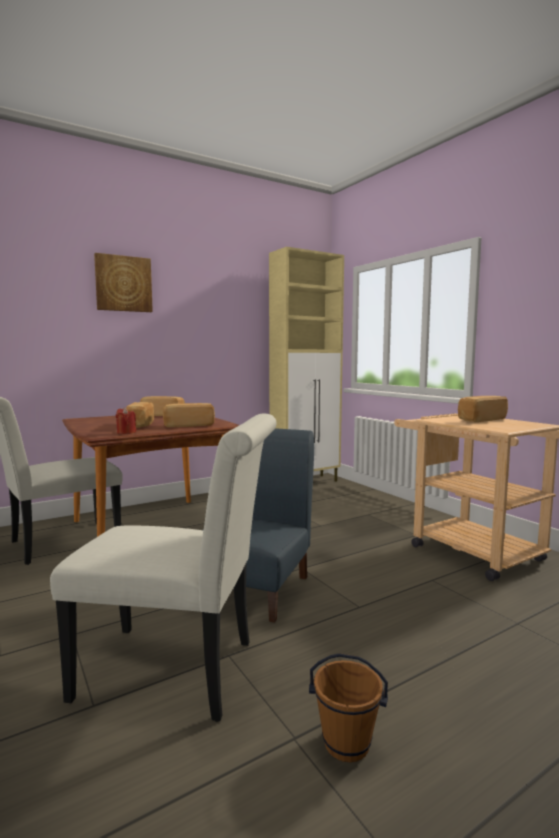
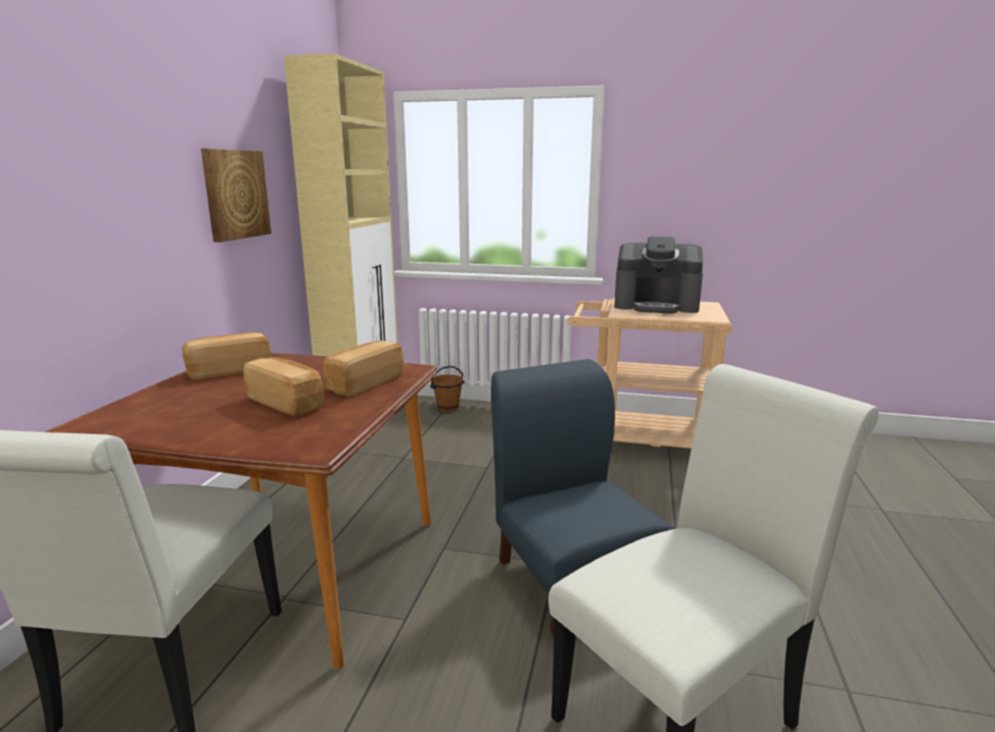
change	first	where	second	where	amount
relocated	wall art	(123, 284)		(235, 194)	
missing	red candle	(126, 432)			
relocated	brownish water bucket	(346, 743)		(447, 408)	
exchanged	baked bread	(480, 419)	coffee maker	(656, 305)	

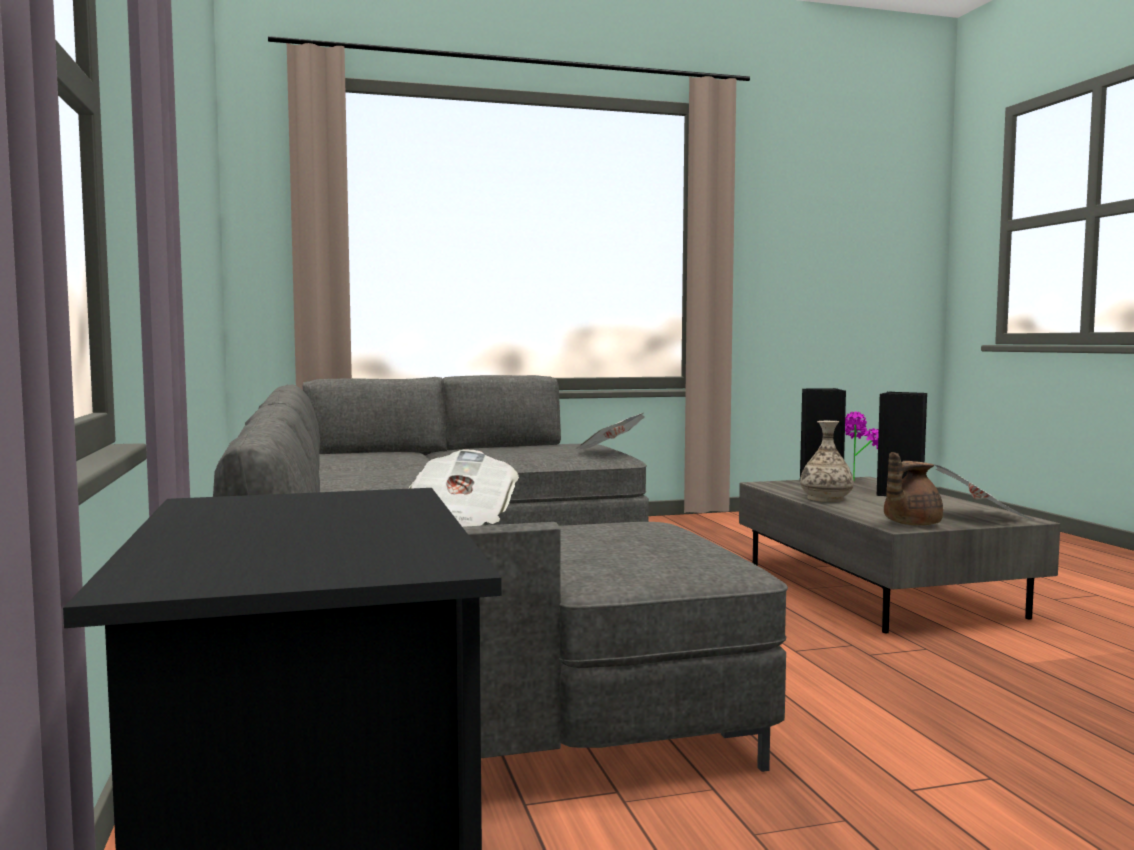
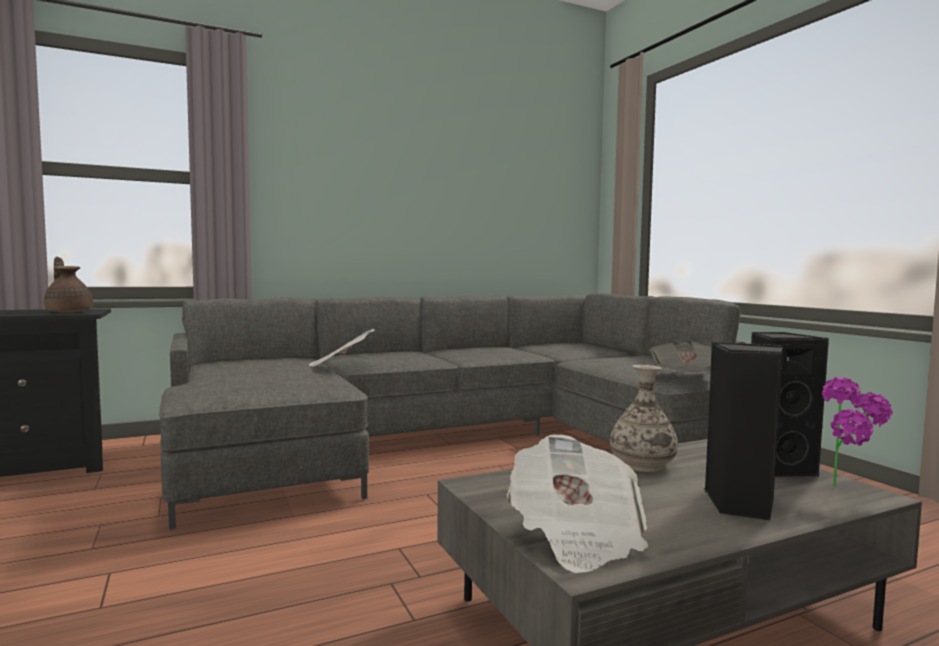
change	first	where	second	where	amount
relocated	brownish teapot	(909, 524)		(69, 312)	

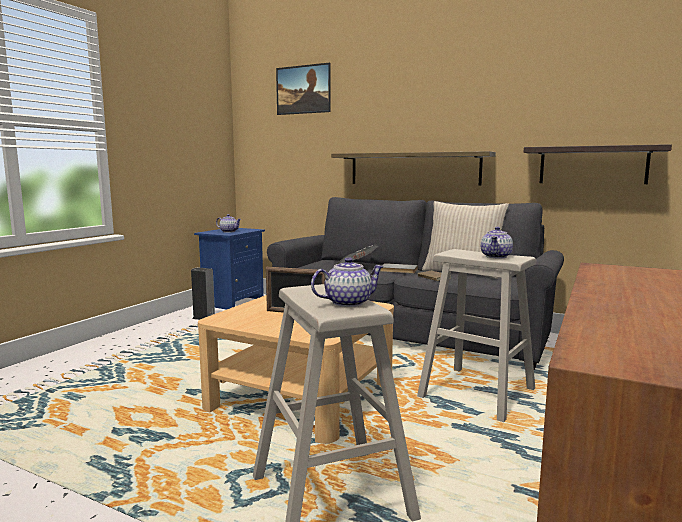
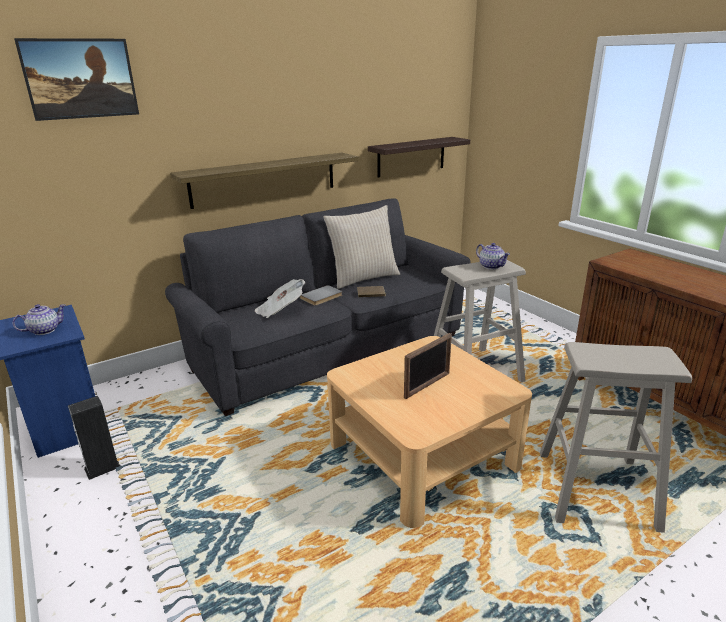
change	first	where	second	where	amount
missing	teapot	(347, 303)			

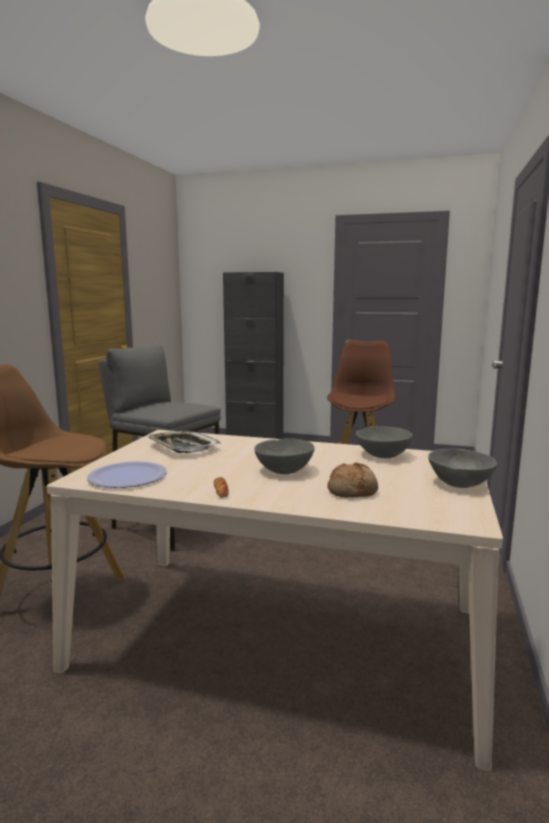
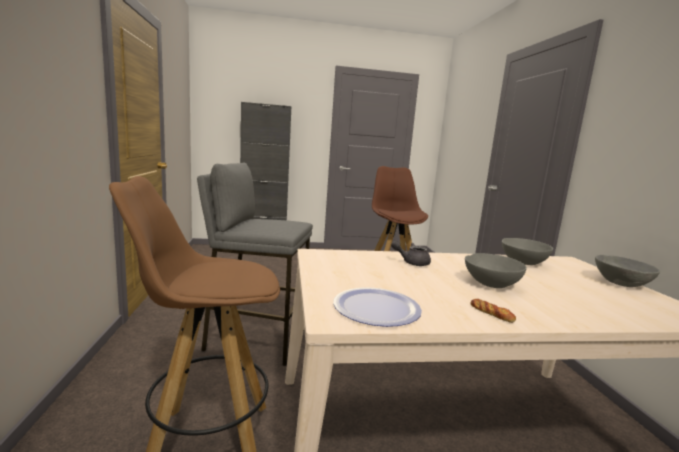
change	first	where	second	where	amount
missing	serving tray	(182, 447)			
missing	baked bread	(352, 491)			
appeared			gray teapot	(411, 262)	

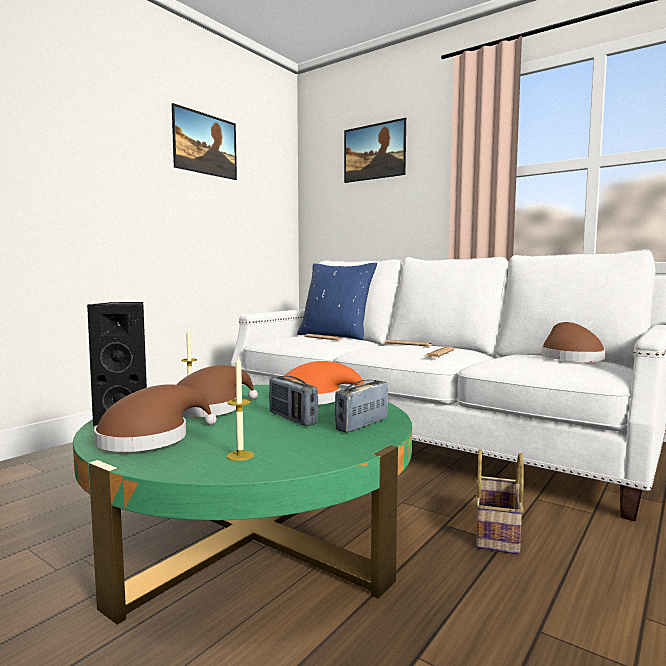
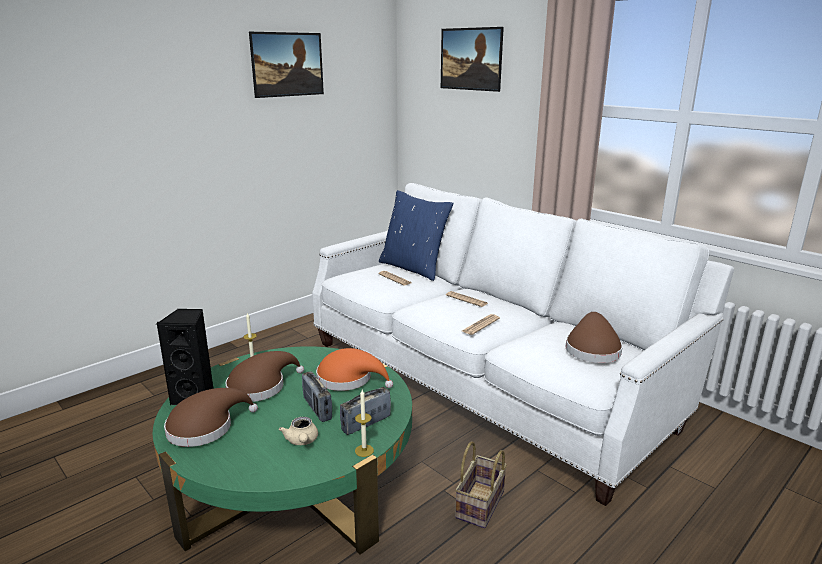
change	first	where	second	where	amount
relocated	candle	(240, 455)		(364, 450)	
appeared			beige teapot	(302, 441)	

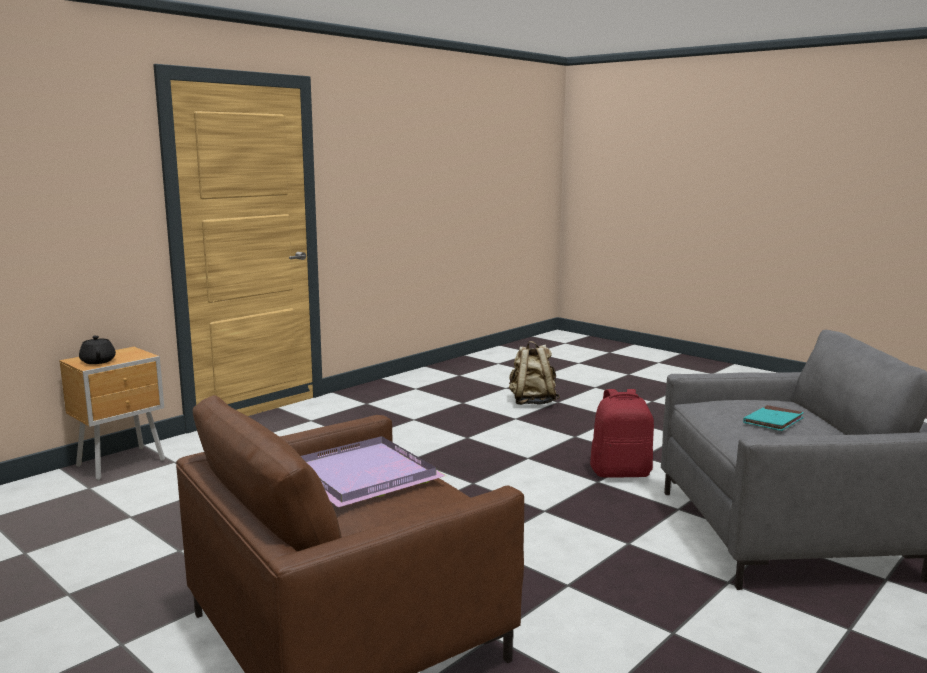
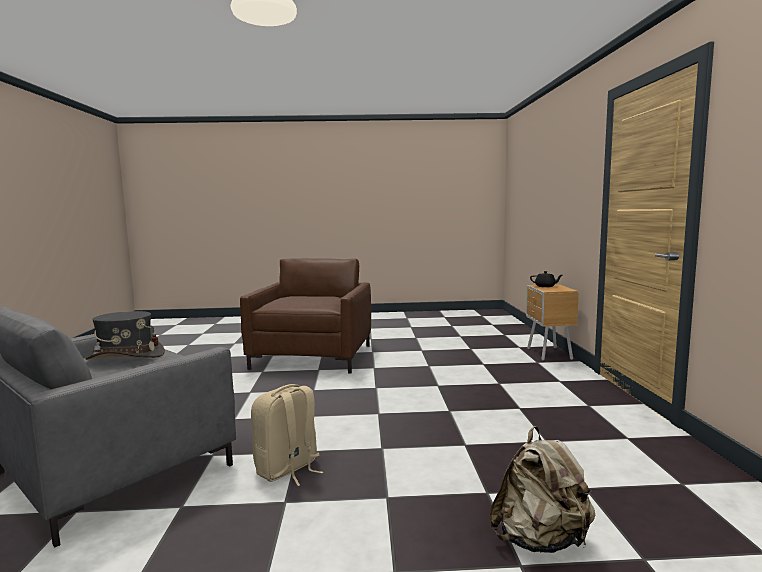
change	first	where	second	where	amount
missing	purplish serving tray	(366, 475)			
colour	red backpack	(621, 472)	beige backpack	(288, 469)	
exchanged	turquoise bound book	(773, 421)	gray clothing hat	(126, 356)	

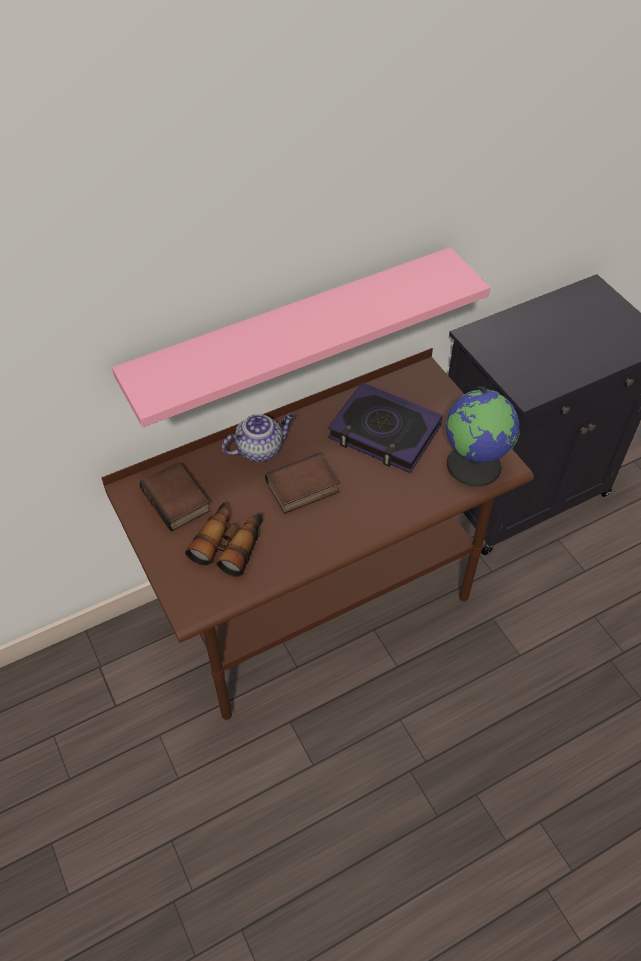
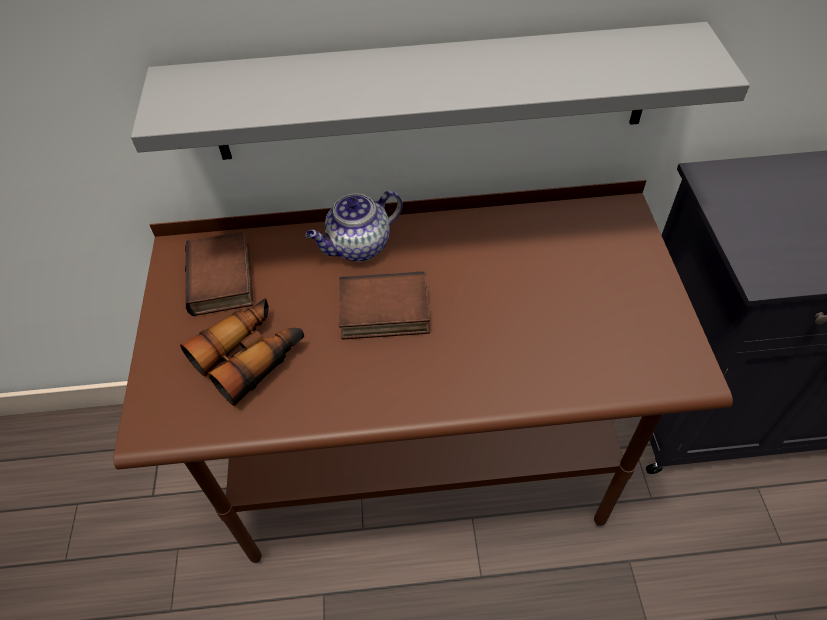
change	first	where	second	where	amount
colour	pink wall shelf	(292, 332)	gray wall shelf	(432, 94)	
spun	teapot	(260, 449)		(358, 247)	150 degrees clockwise
missing	bound book	(384, 433)			
missing	desk globe	(475, 464)			

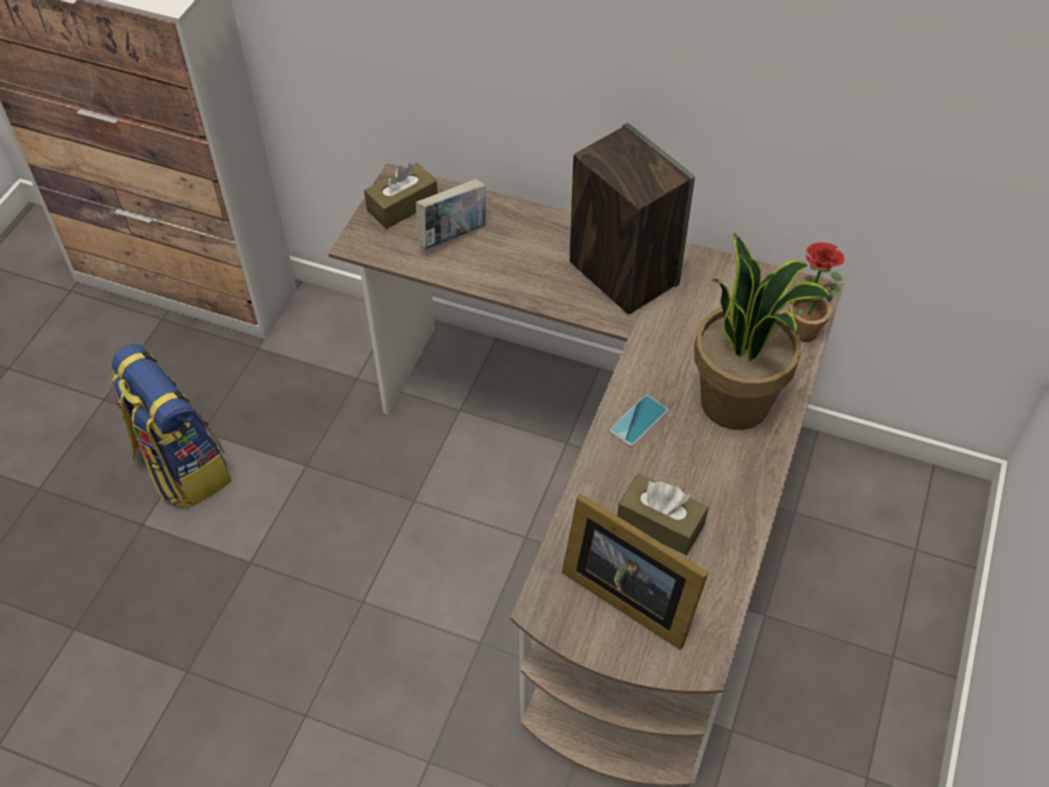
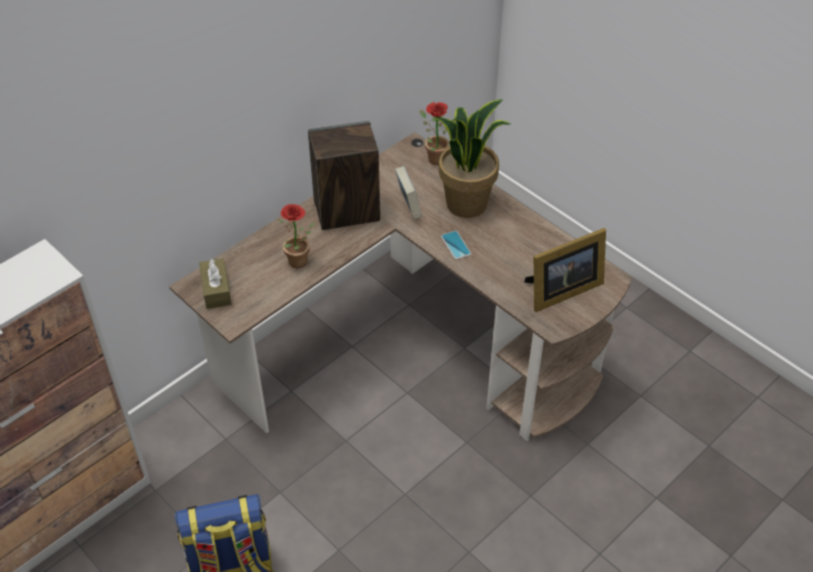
change	first	where	second	where	amount
relocated	bound book	(453, 235)		(408, 207)	
missing	brownish tissue box	(660, 523)			
appeared			plant in a pot	(299, 264)	

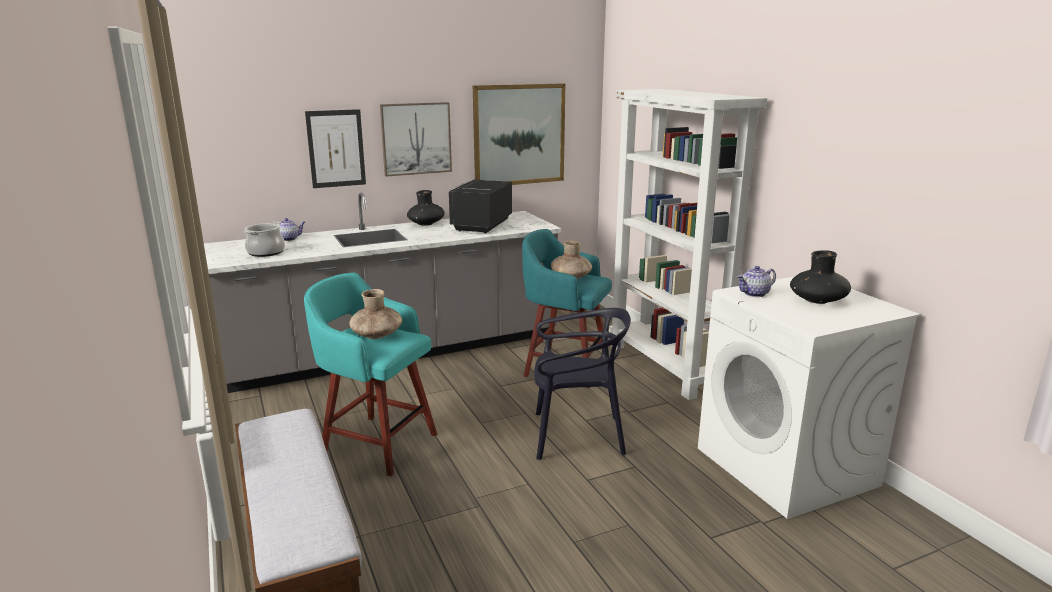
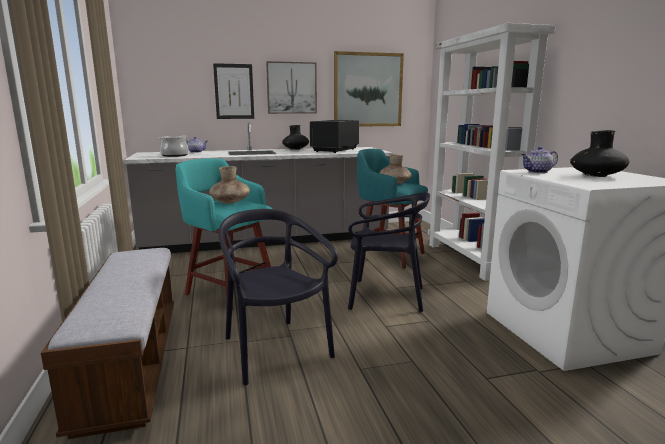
change	first	where	second	where	amount
appeared			black-coloured upright chair	(274, 350)	

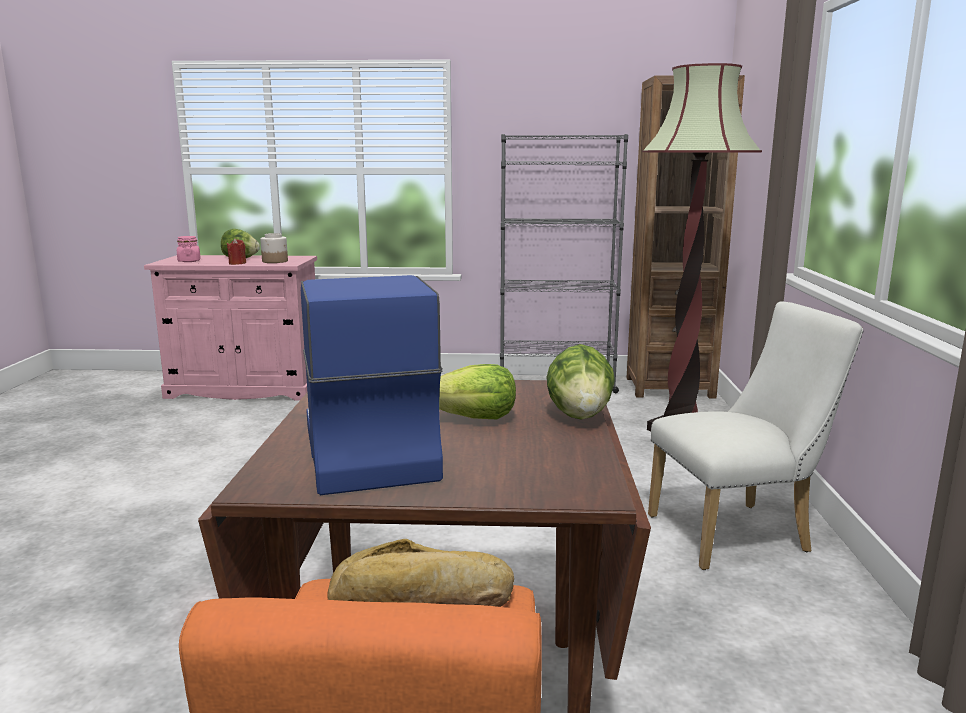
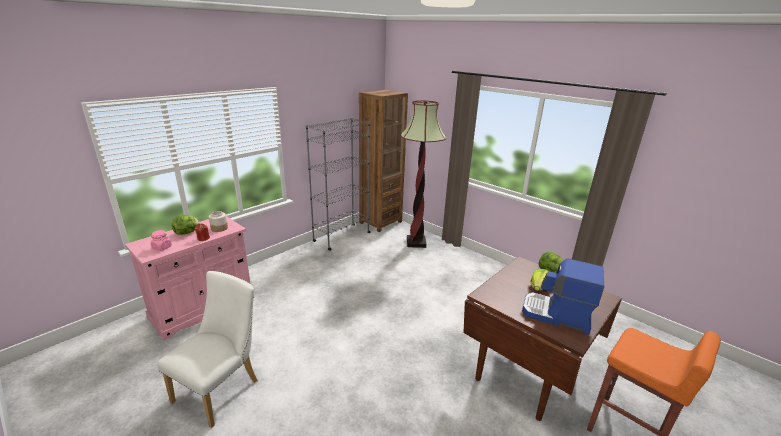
change	first	where	second	where	amount
missing	baked bread	(421, 602)			
relocated	whitish upright chair	(738, 533)		(221, 388)	

